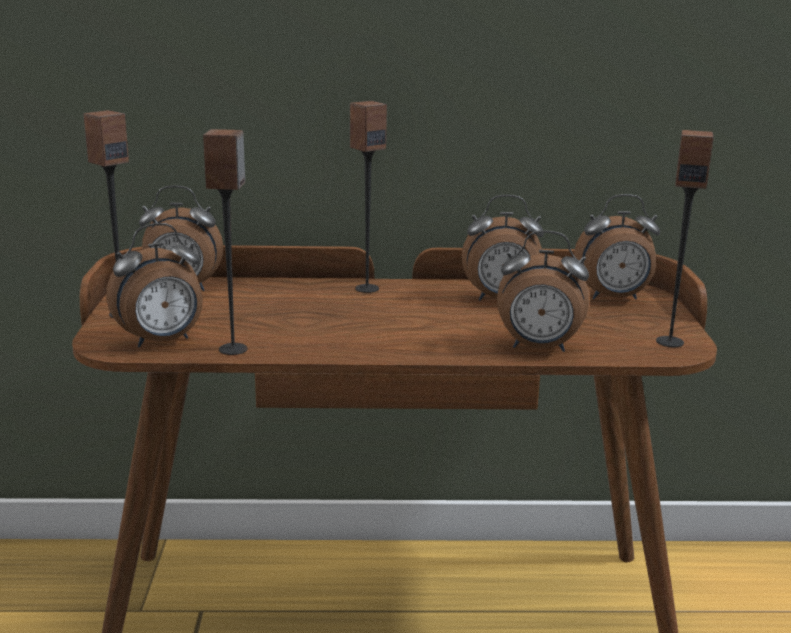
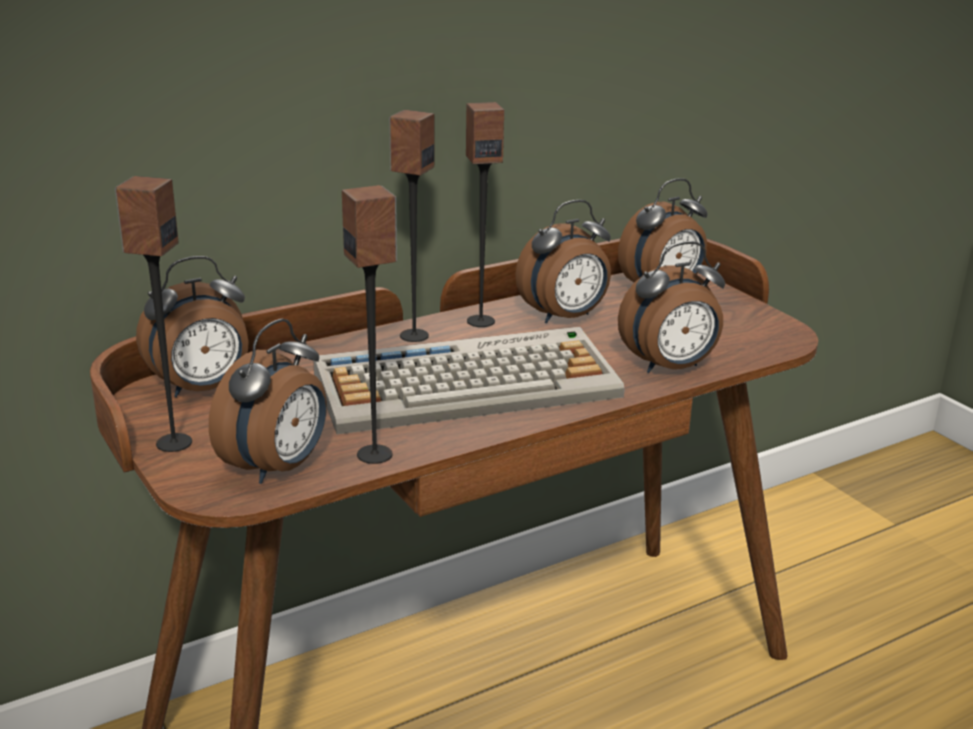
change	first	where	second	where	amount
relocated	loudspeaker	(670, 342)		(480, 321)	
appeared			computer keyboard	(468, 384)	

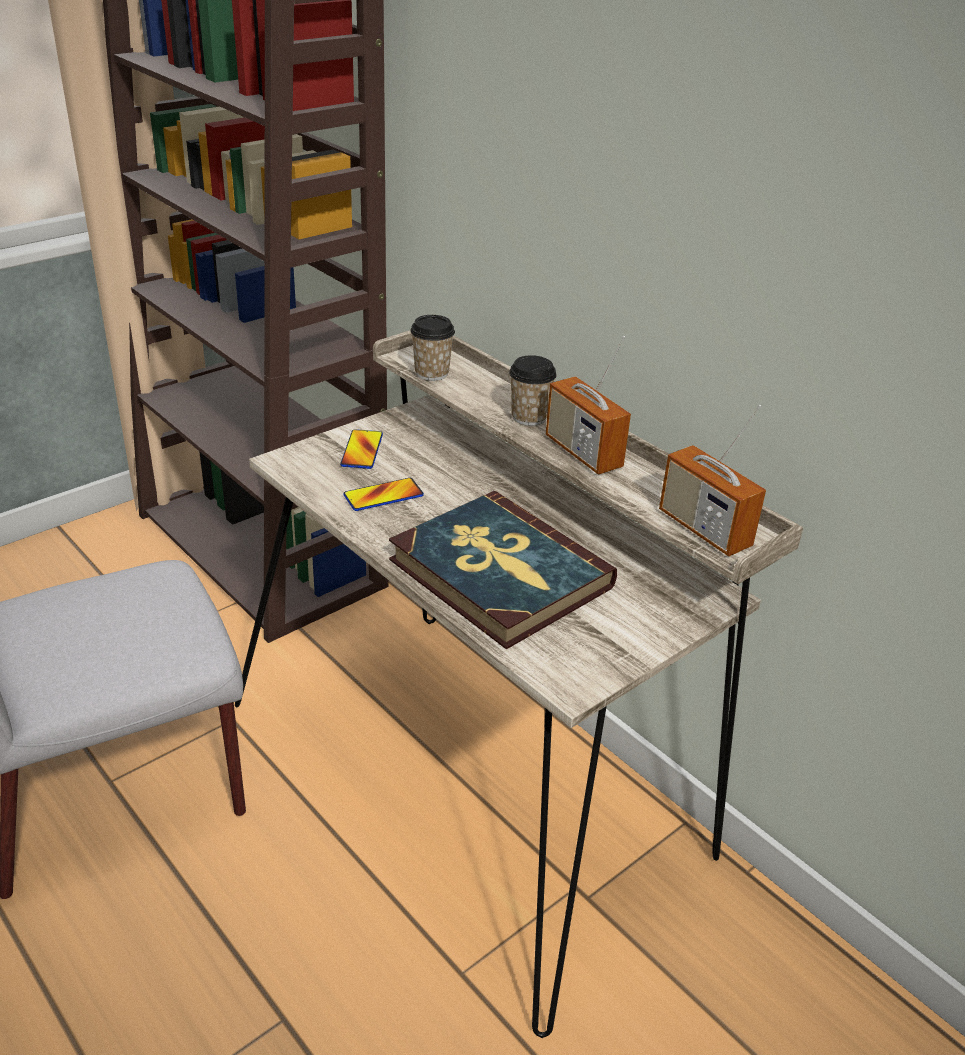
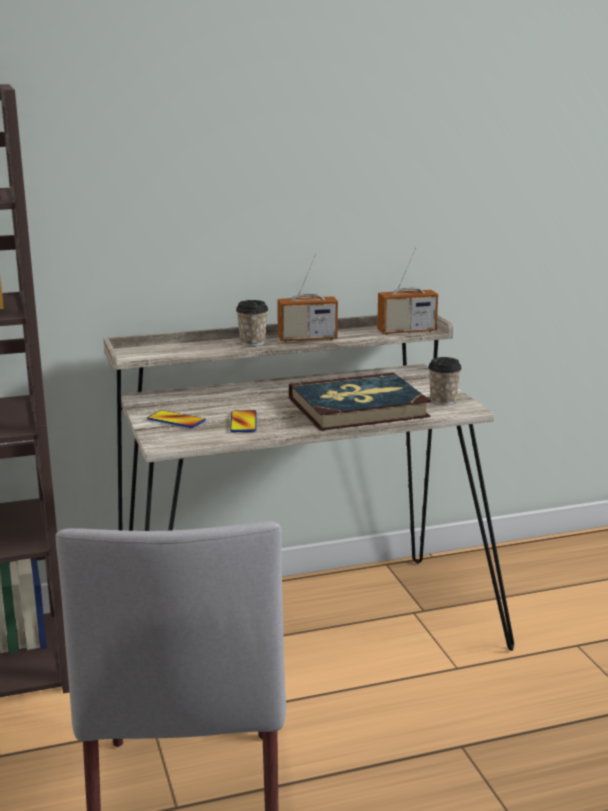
change	first	where	second	where	amount
relocated	small cup	(431, 373)		(443, 401)	

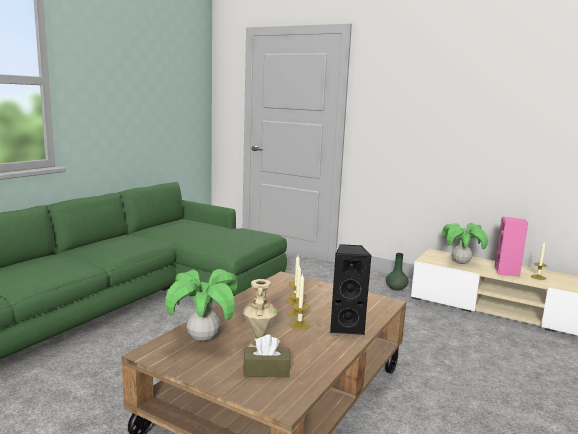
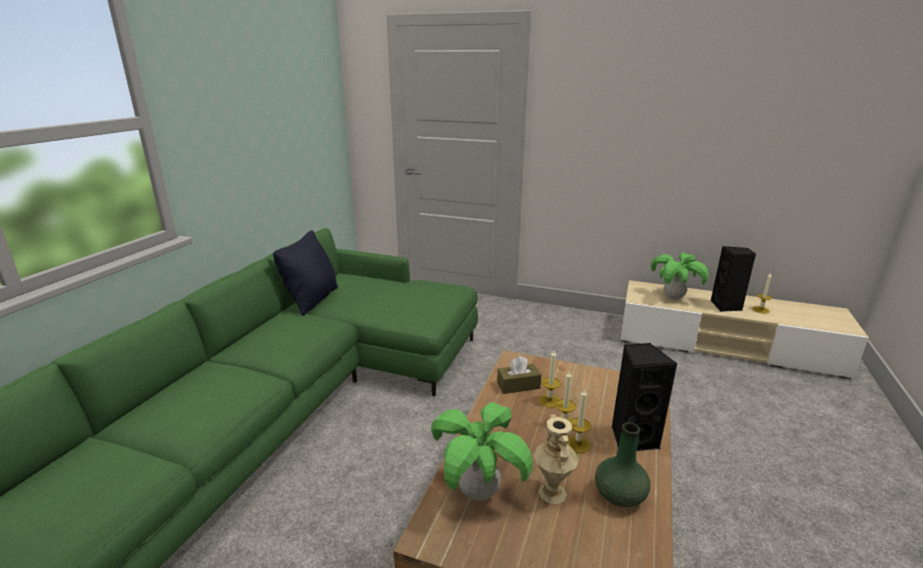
change	first	where	second	where	amount
relocated	brownish tissue box	(266, 370)		(518, 385)	
relocated	green vase	(396, 288)		(620, 495)	
colour	pink loudspeaker	(506, 272)	black-coloured loudspeaker	(726, 306)	
appeared			black-coloured pillow	(312, 300)	

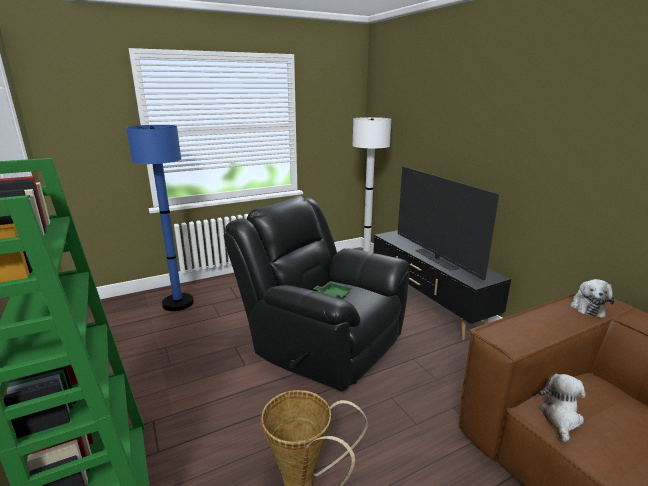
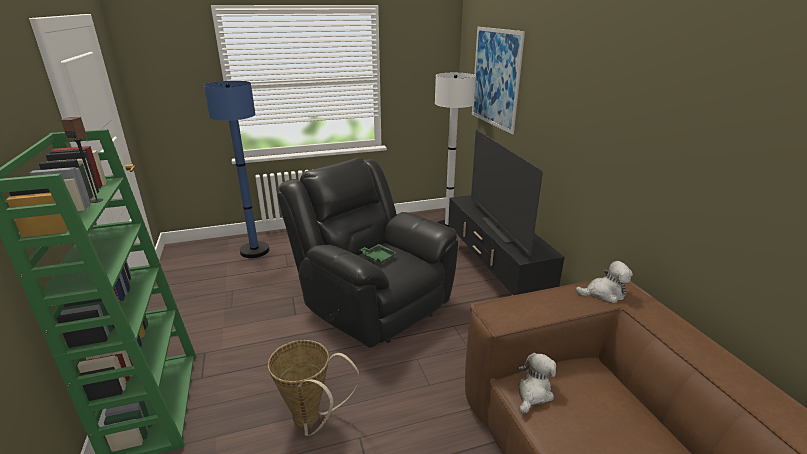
change	first	where	second	where	amount
spun	cuddly toy	(587, 307)		(604, 293)	120 degrees counterclockwise
appeared			loudspeaker	(97, 200)	
appeared			wall art	(495, 78)	

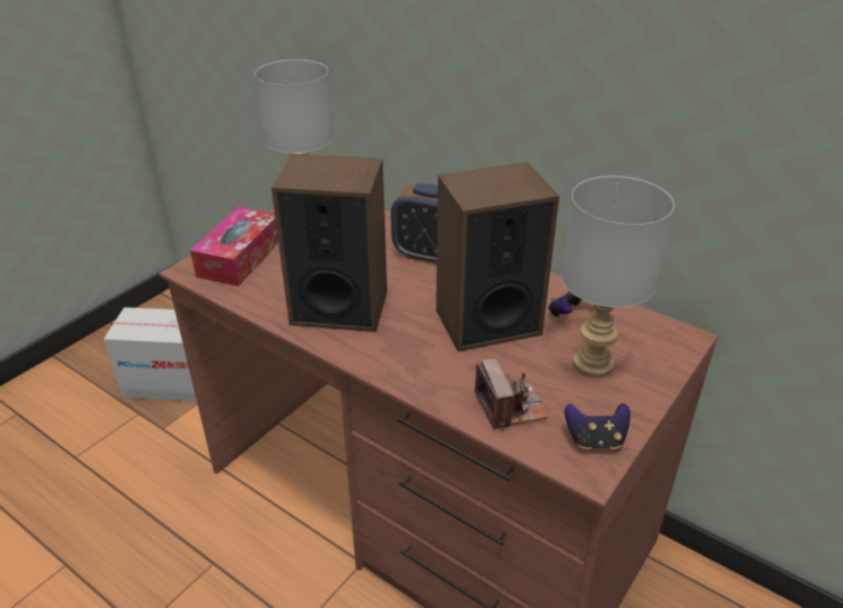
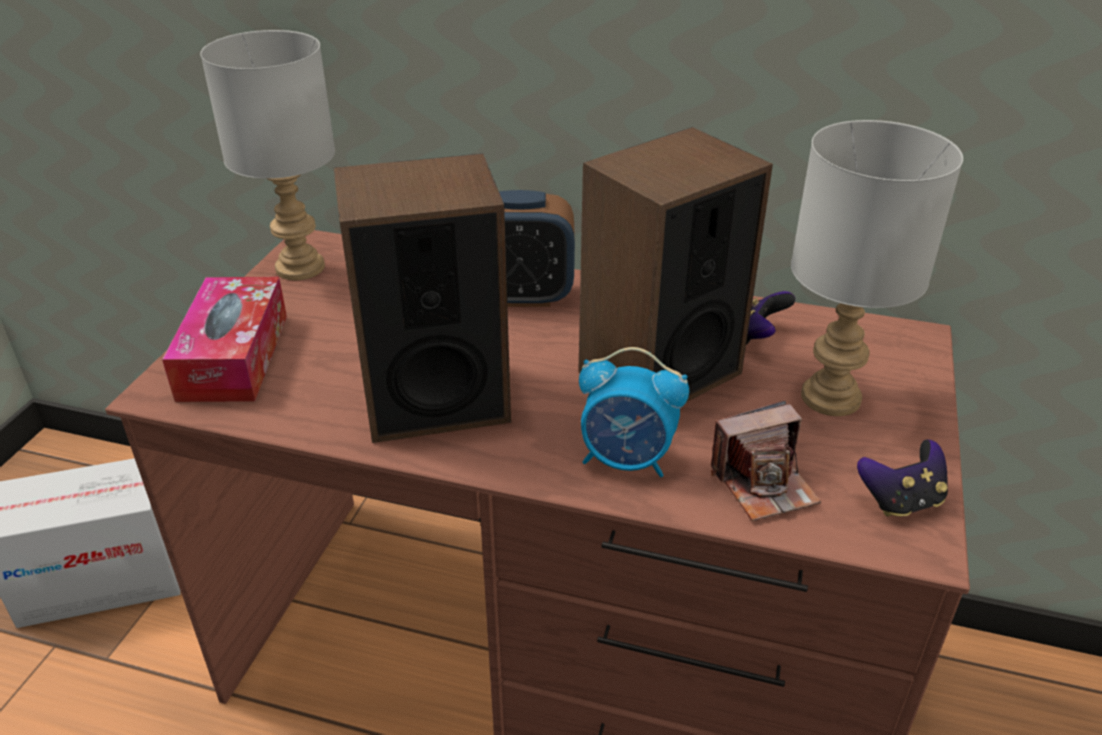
change	first	where	second	where	amount
spun	still camera	(510, 407)		(764, 484)	105 degrees clockwise
appeared			bedside clock	(627, 460)	

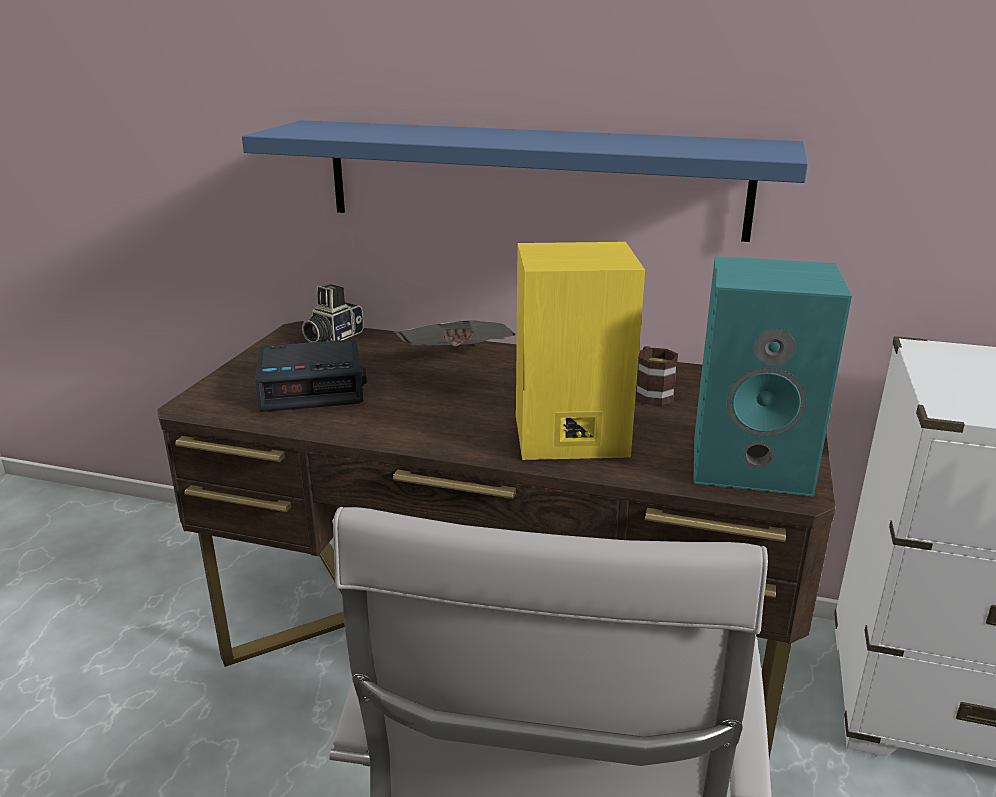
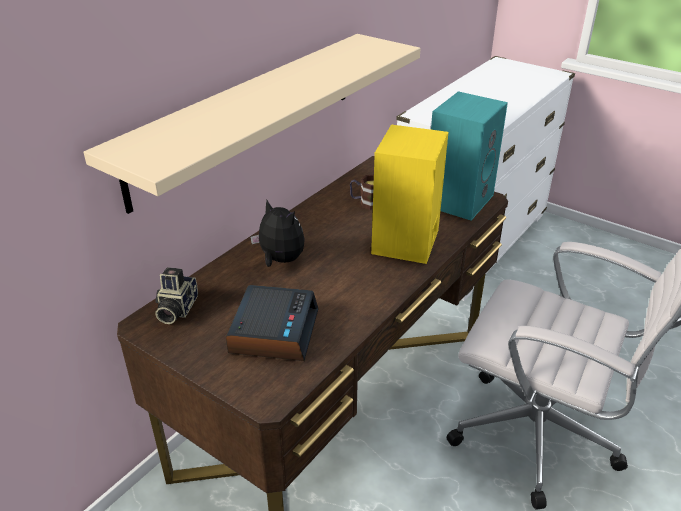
change	first	where	second	where	amount
colour	blue wall shelf	(531, 178)	beige wall shelf	(249, 114)	
spun	still camera	(332, 337)		(176, 309)	45 degrees clockwise
exchanged	printed paper	(456, 366)	cuddly toy	(280, 260)	

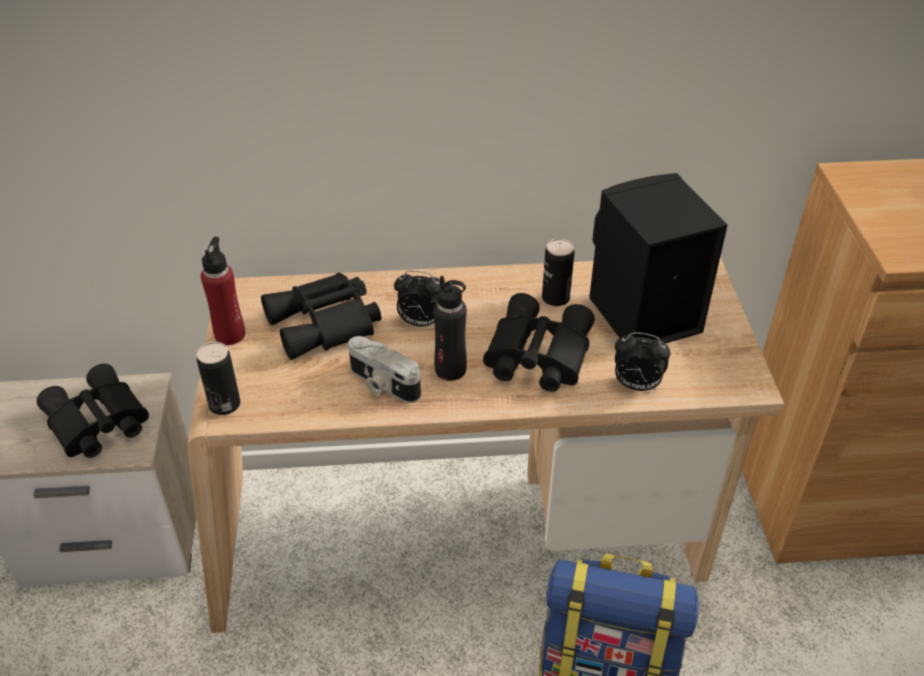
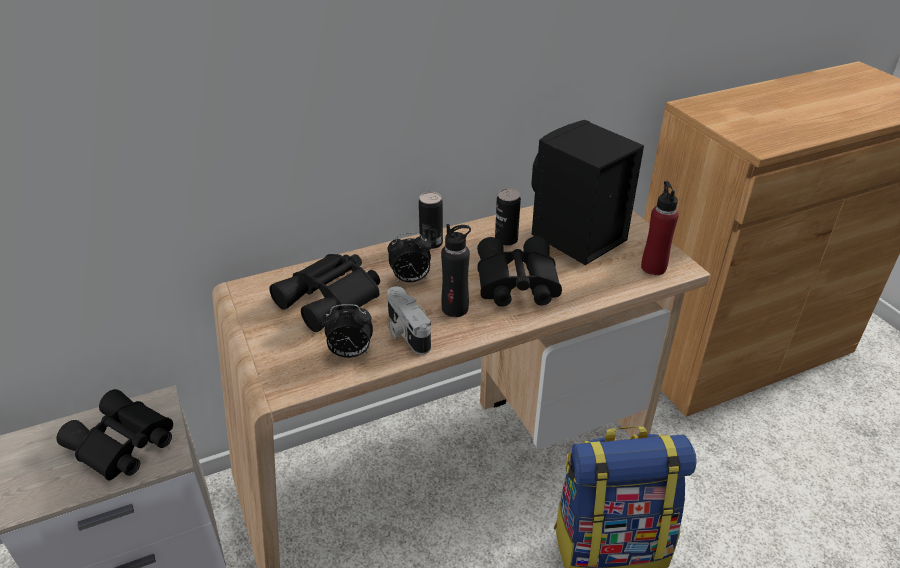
change	first	where	second	where	amount
relocated	can	(224, 405)		(431, 243)	
relocated	red drink bottle	(230, 334)		(653, 267)	
spun	still camera	(382, 384)		(405, 332)	45 degrees clockwise
relocated	bedside clock	(636, 385)		(350, 353)	

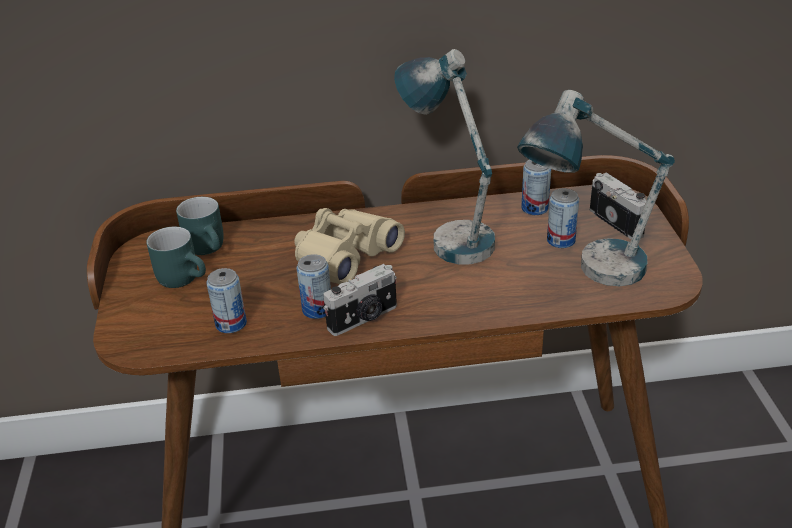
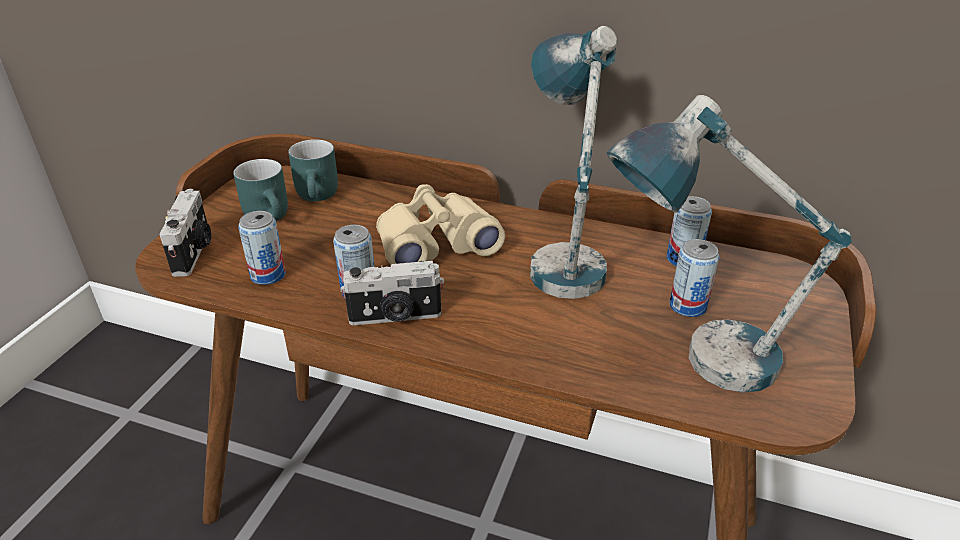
change	first	where	second	where	amount
relocated	still camera	(618, 222)		(194, 252)	

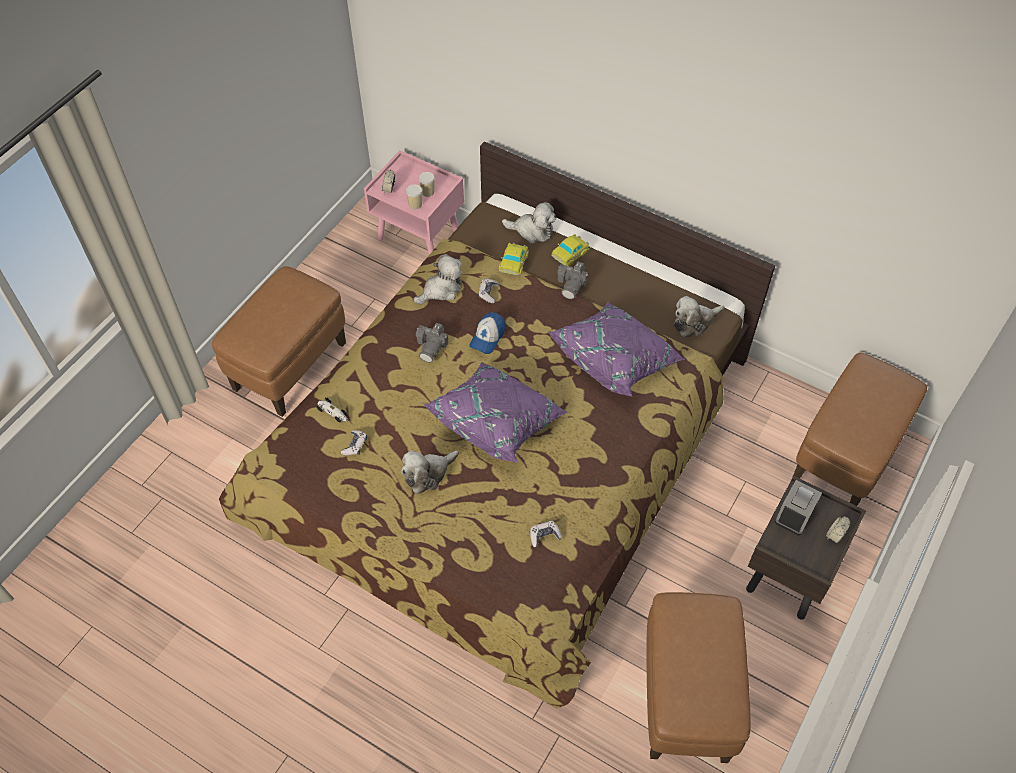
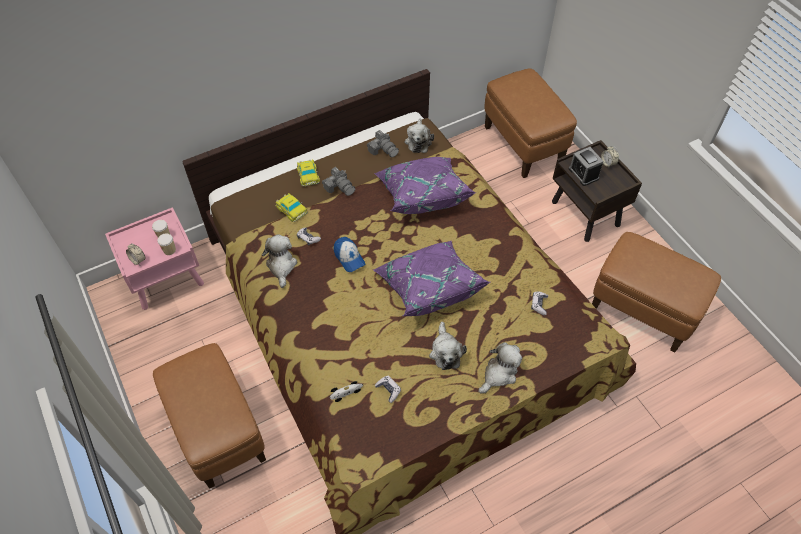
change	first	where	second	where	amount
relocated	still camera	(432, 347)		(383, 149)	
relocated	cuddly toy	(532, 231)		(499, 373)	

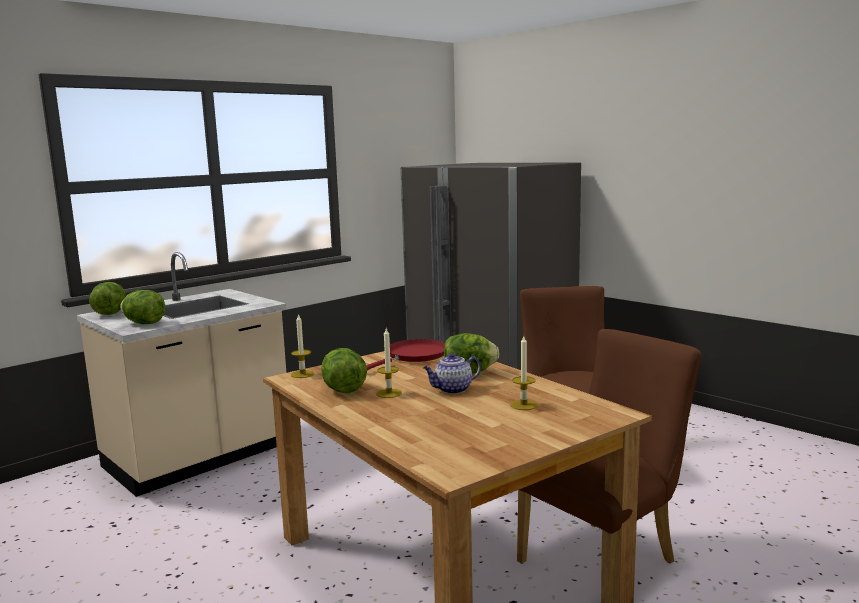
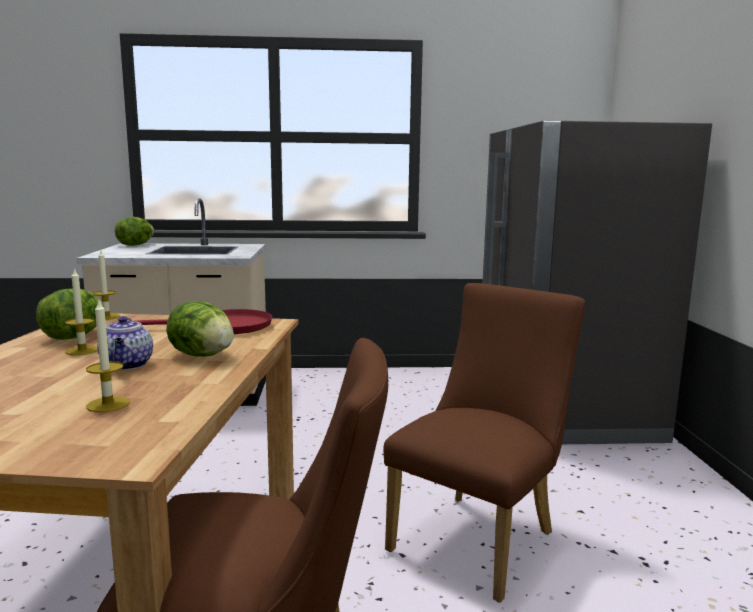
change	first	where	second	where	amount
missing	lettuce head	(144, 323)			
spun	teapot	(452, 390)		(127, 365)	120 degrees counterclockwise

